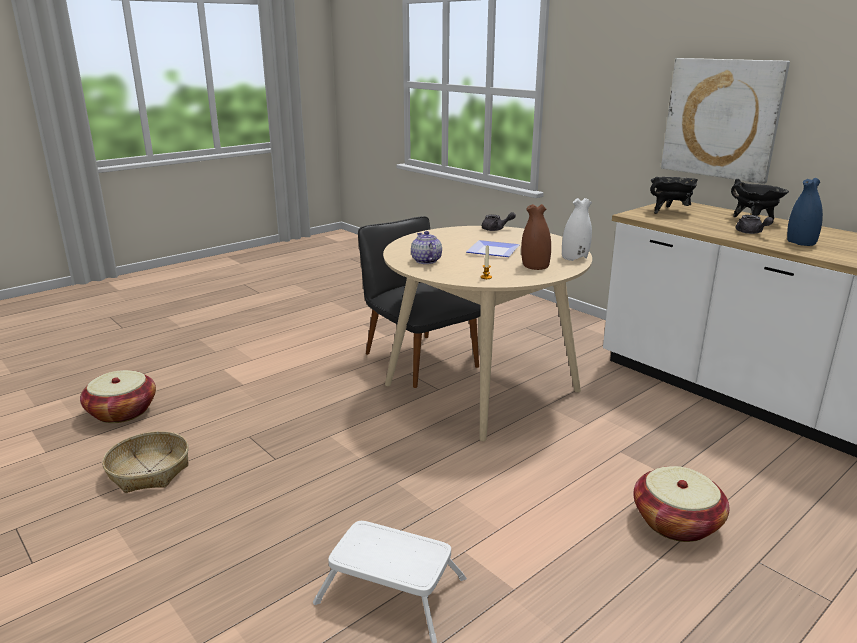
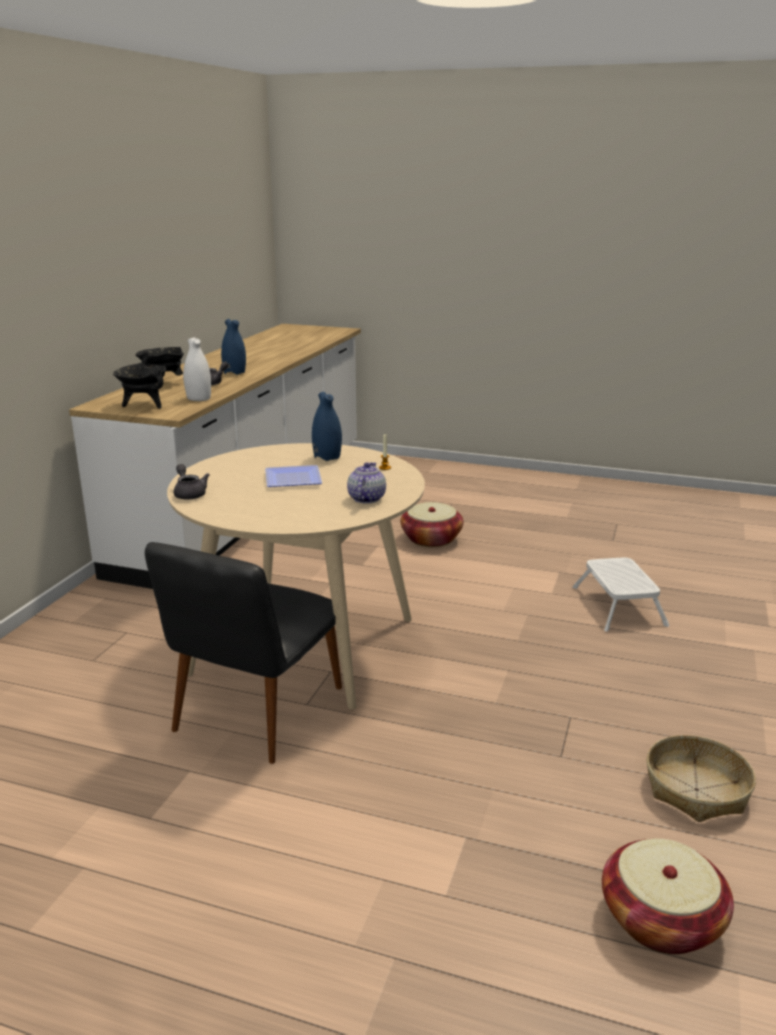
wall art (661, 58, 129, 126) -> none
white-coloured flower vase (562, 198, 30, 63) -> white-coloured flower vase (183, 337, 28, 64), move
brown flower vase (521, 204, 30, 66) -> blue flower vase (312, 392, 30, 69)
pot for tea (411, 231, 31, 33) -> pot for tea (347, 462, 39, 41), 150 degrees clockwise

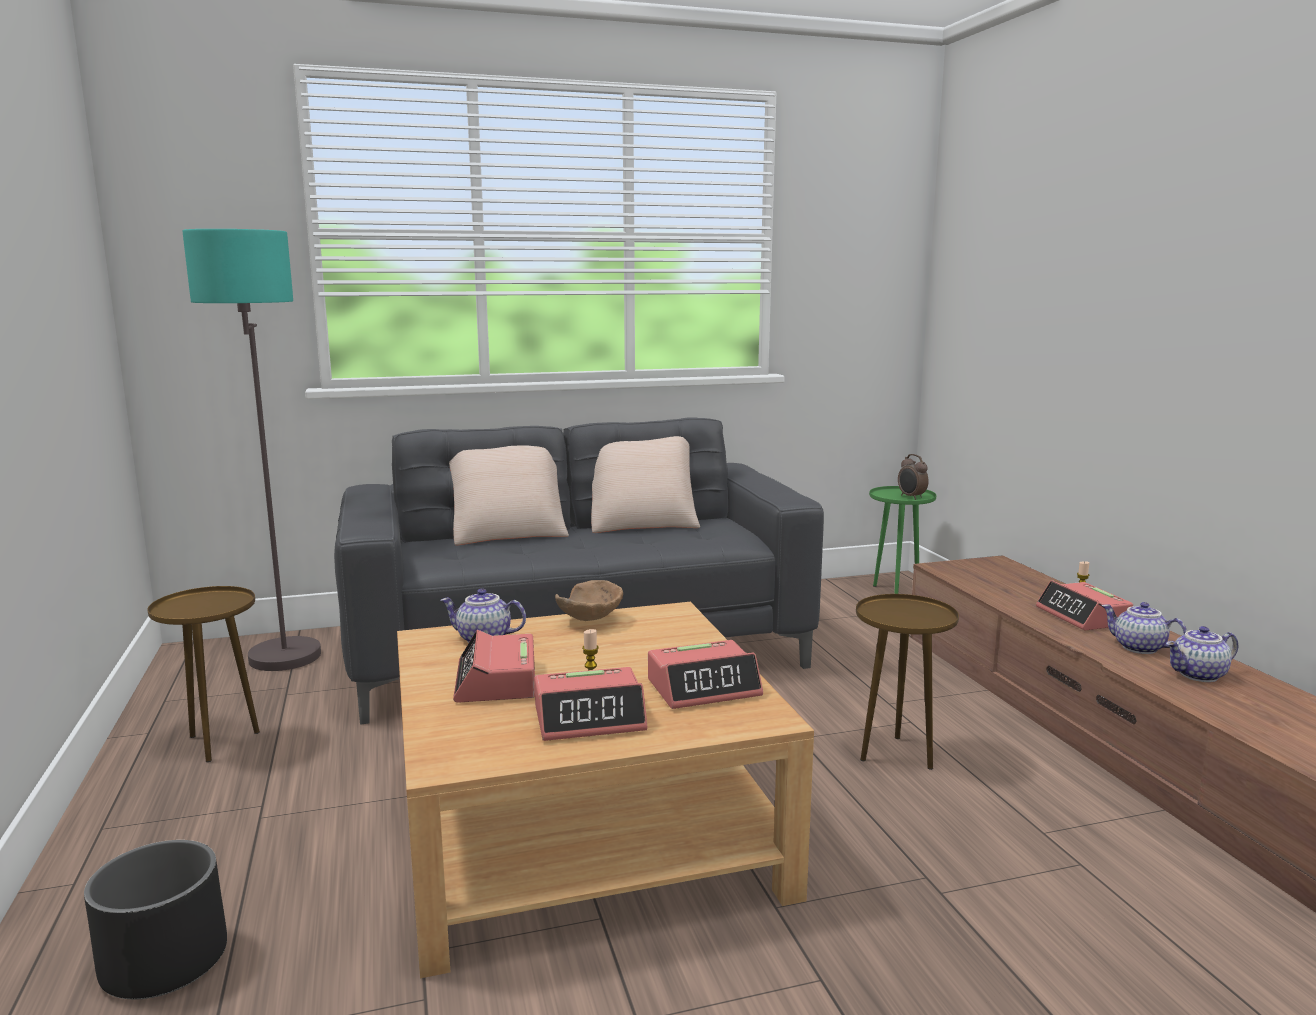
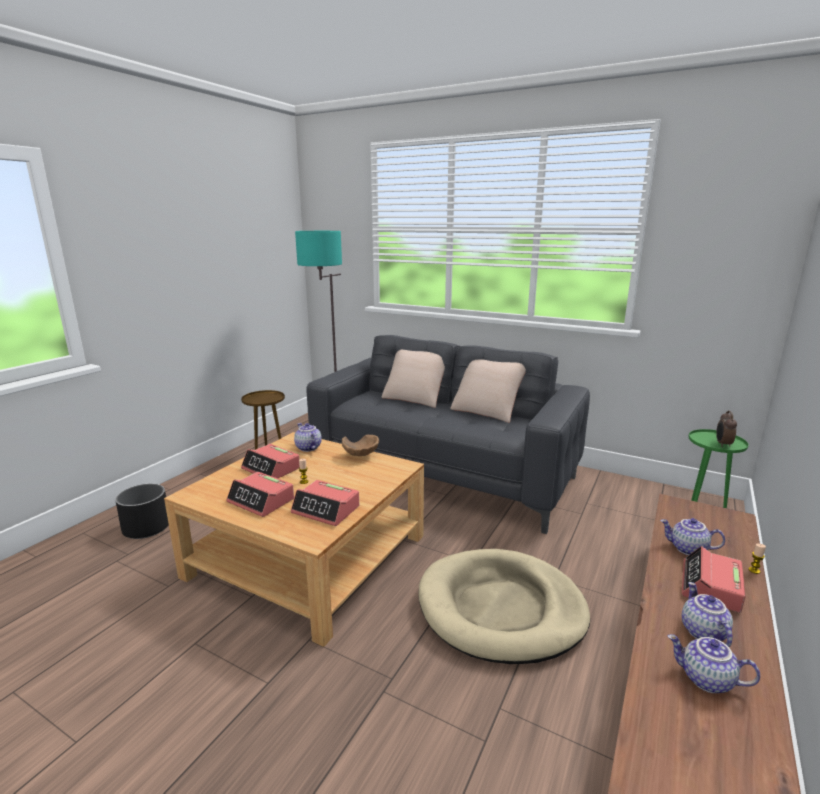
none -> pot for tea (660, 518, 65, 37)
brown end table (856, 594, 103, 176) -> beige dog cushion (418, 549, 172, 115)
table clock (453, 630, 82, 72) -> table clock (241, 444, 59, 34), 90 degrees counterclockwise

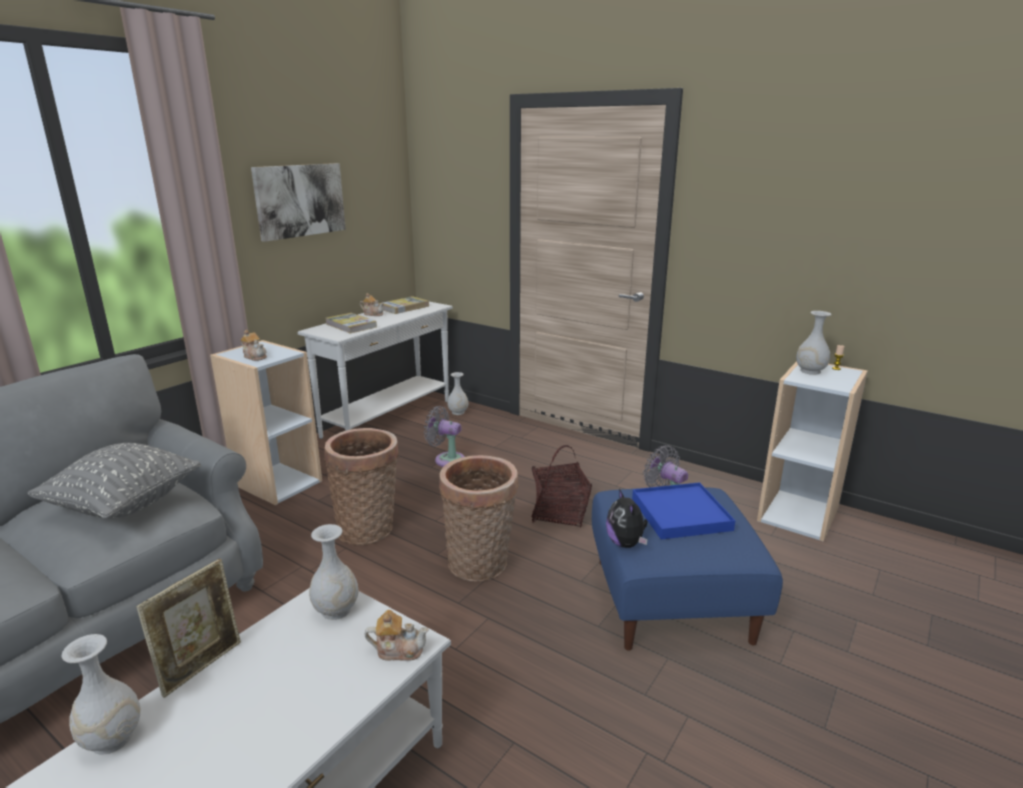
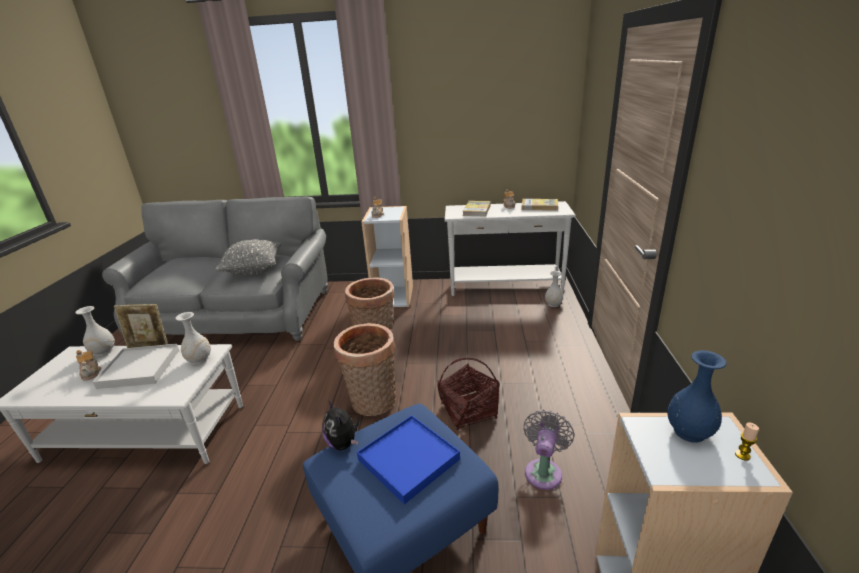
wall art (251, 163, 95, 79) -> none
greyish fan (424, 406, 41, 61) -> none
none -> white-coloured carrying tray (93, 344, 86, 45)
pot for tea (365, 610, 64, 51) -> pot for tea (76, 350, 25, 31), move
white-coloured flower vase (796, 311, 35, 64) -> blue flower vase (668, 350, 59, 93)
soft toy (606, 489, 42, 59) -> soft toy (322, 401, 38, 49), 75 degrees counterclockwise

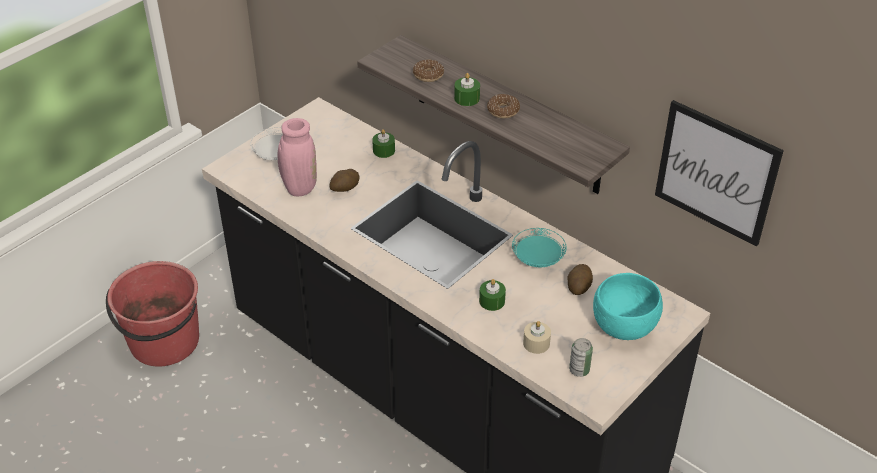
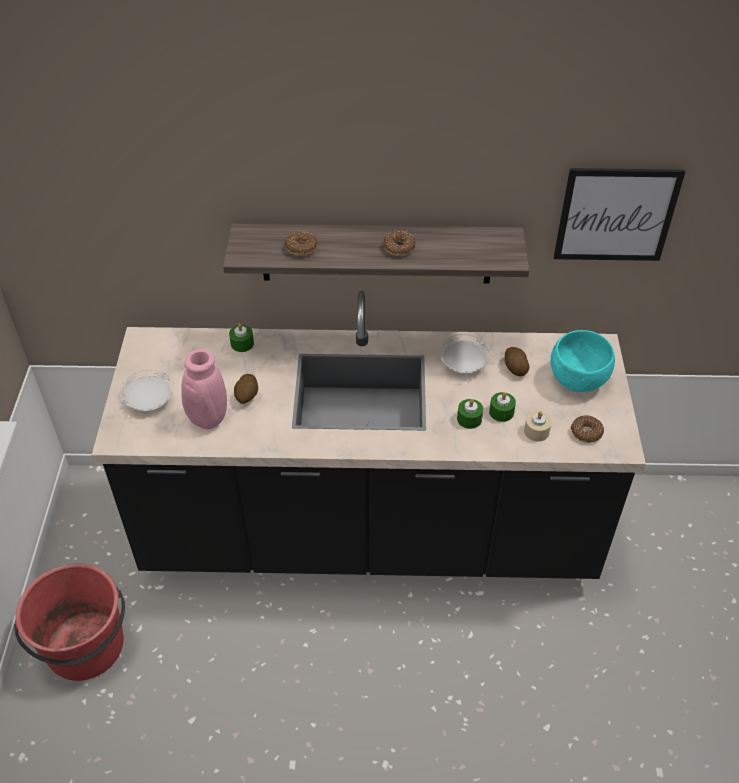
greenish wax light (454, 73, 26, 33) -> greenish wax light (489, 392, 27, 30), move
metal can (569, 338, 24, 39) -> donut (571, 415, 33, 28)
blue-green plate (512, 228, 55, 39) -> white-coloured plate (439, 334, 52, 39)

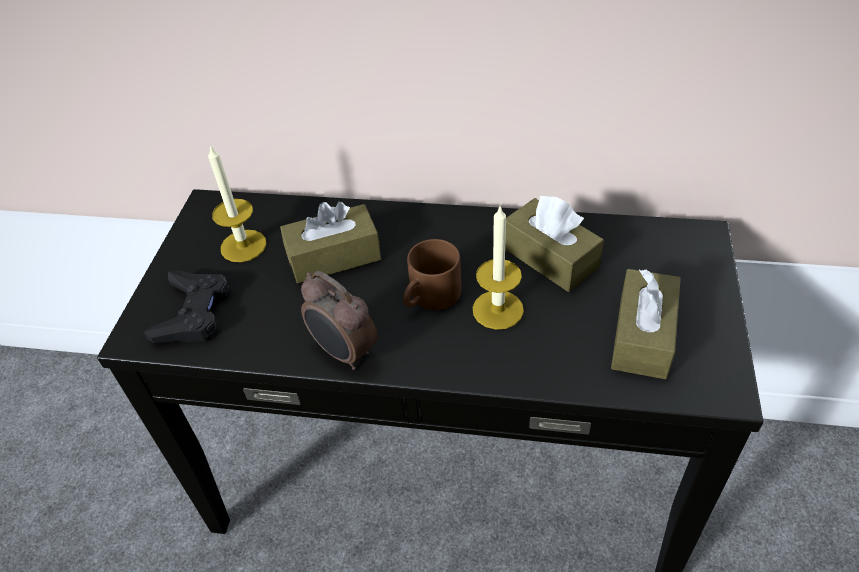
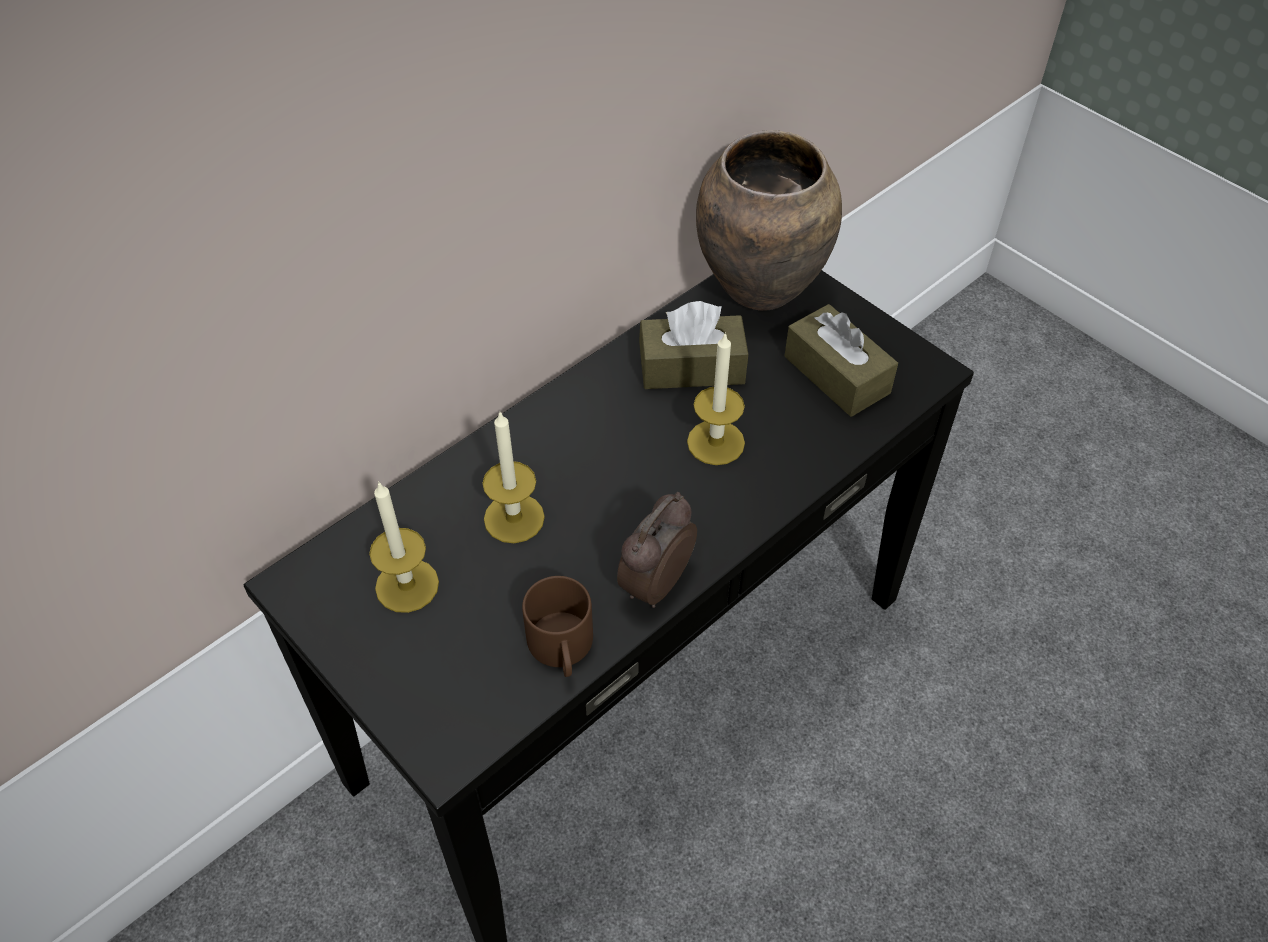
black-coloured gamepad (144, 270, 85, 73) -> none
none -> brown flower vase (696, 130, 146, 181)
brown coffee mug (403, 239, 58, 71) -> brown coffee mug (522, 576, 71, 101), move
brown box of tissues (280, 202, 101, 81) -> wax light (482, 410, 63, 133)
table clock (301, 271, 77, 99) -> table clock (617, 492, 80, 116), 135 degrees clockwise

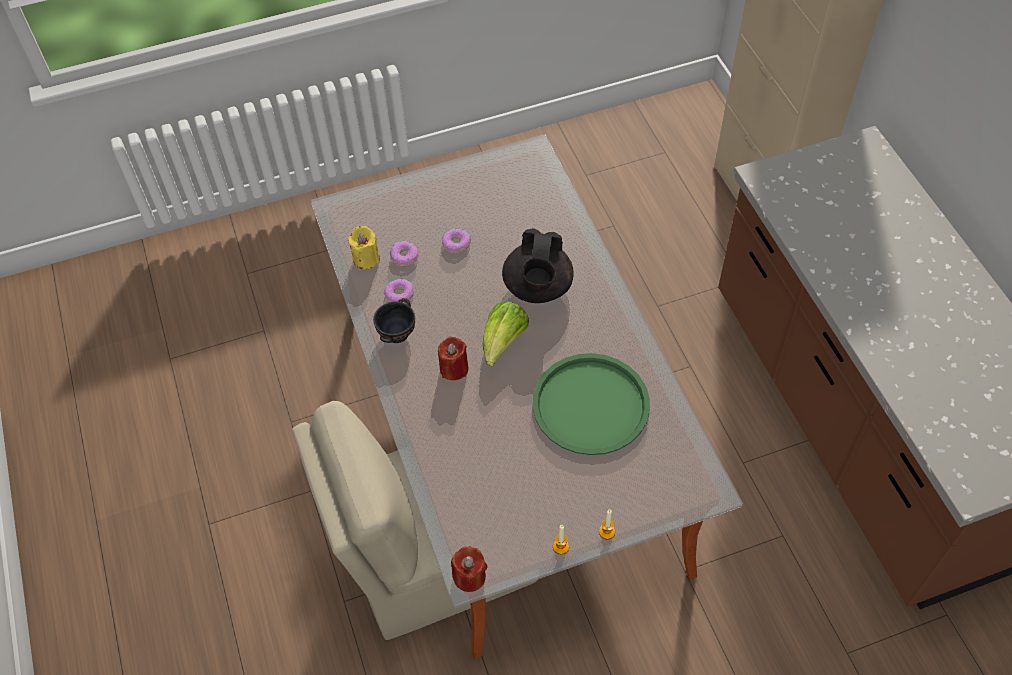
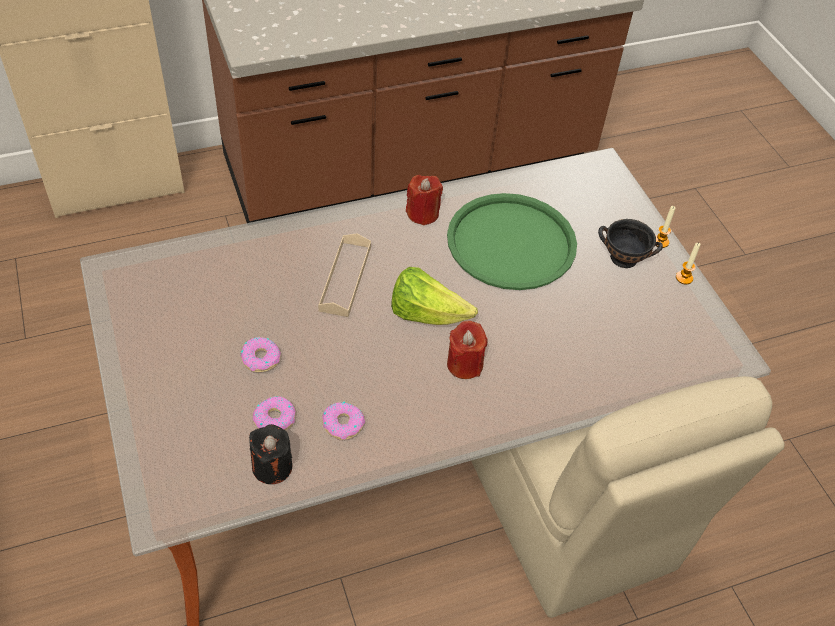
black-coloured serving bowl (373, 298, 42, 45) -> black-coloured serving bowl (598, 219, 65, 49), move
red-coloured wax light (451, 547, 37, 45) -> red-coloured wax light (406, 175, 37, 50), move
black-coloured pot for tea (502, 228, 72, 75) -> beige carrying tray (318, 233, 53, 84)
yellowish wax light (348, 226, 32, 43) -> black-coloured wax light (249, 424, 43, 60)

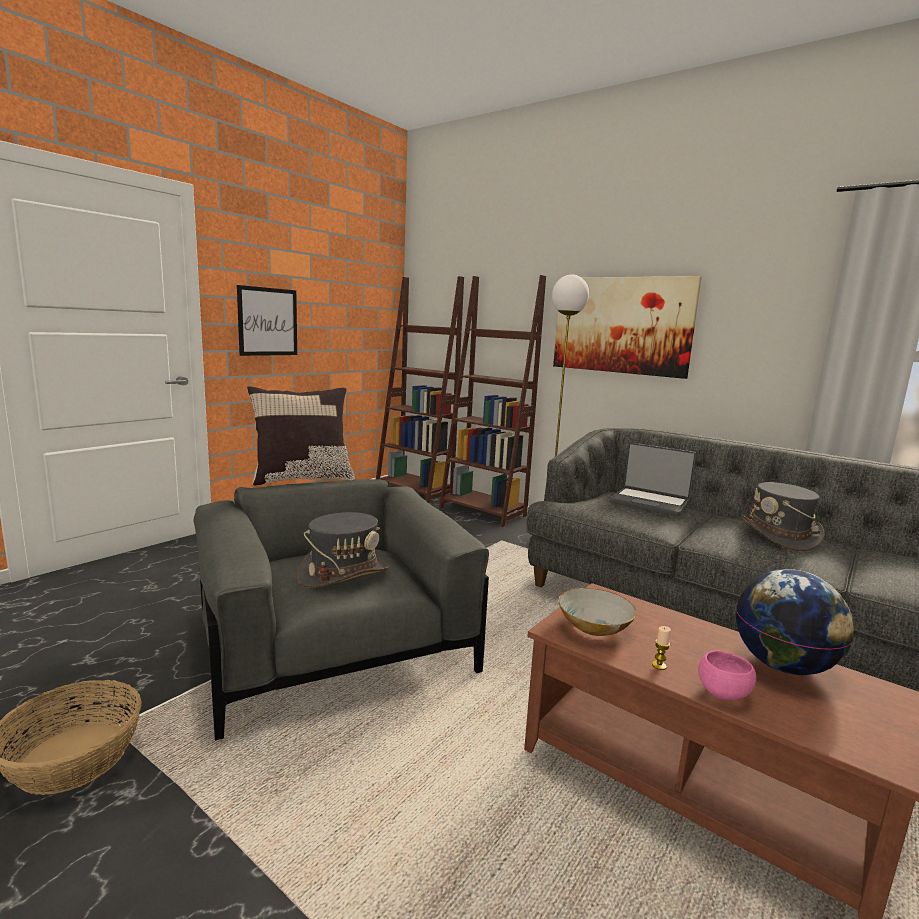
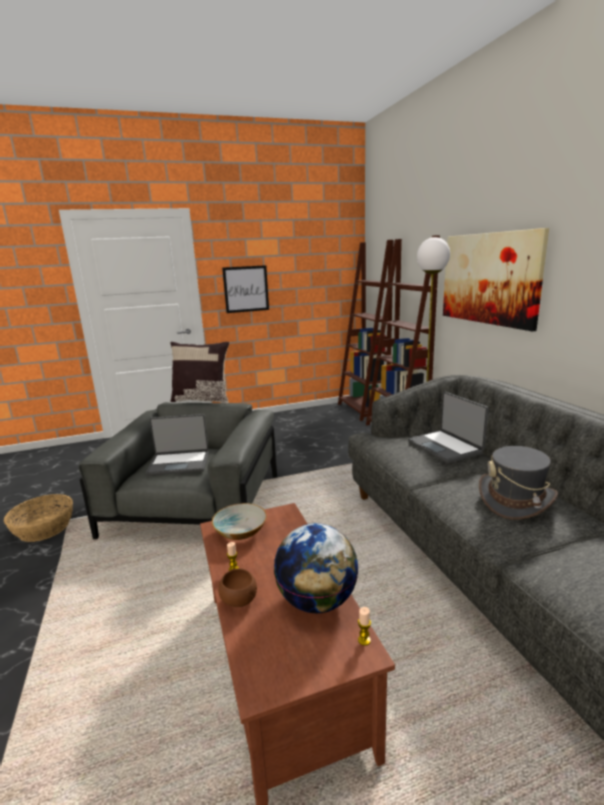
none -> wax light (358, 607, 13, 39)
greyish clothing hat (296, 512, 93, 76) -> portable computer (146, 414, 63, 62)
pinkish serving bowl (698, 650, 58, 50) -> brown serving bowl (218, 568, 39, 39)

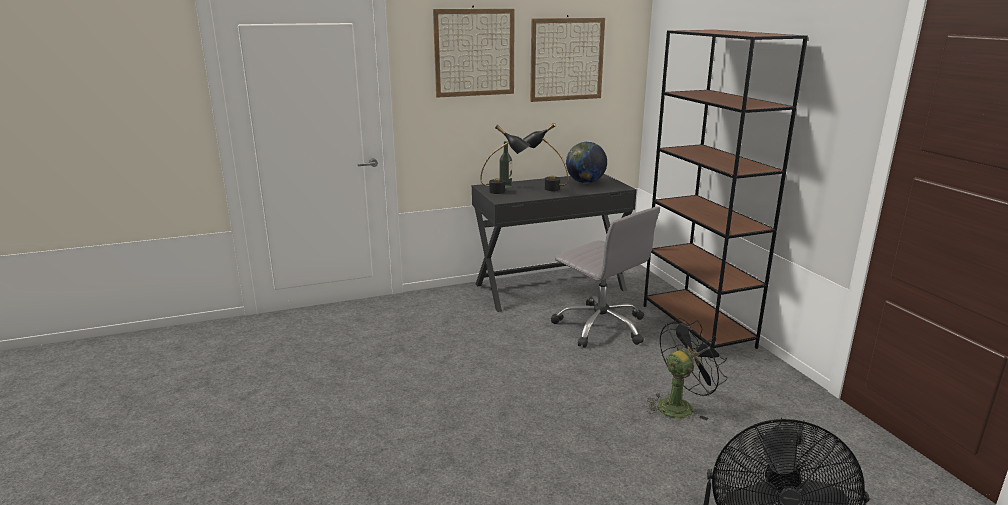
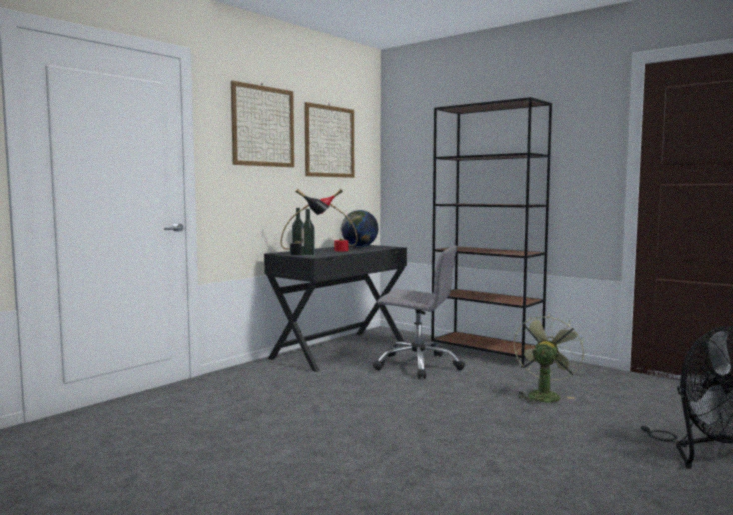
none -> drink bottle (301, 209, 14, 48)
black-coloured table lamp (523, 123, 46, 68) -> red-coloured table lamp (320, 189, 37, 63)
black-coloured fan (647, 318, 81, 102) -> greenish fan (514, 313, 70, 91)

